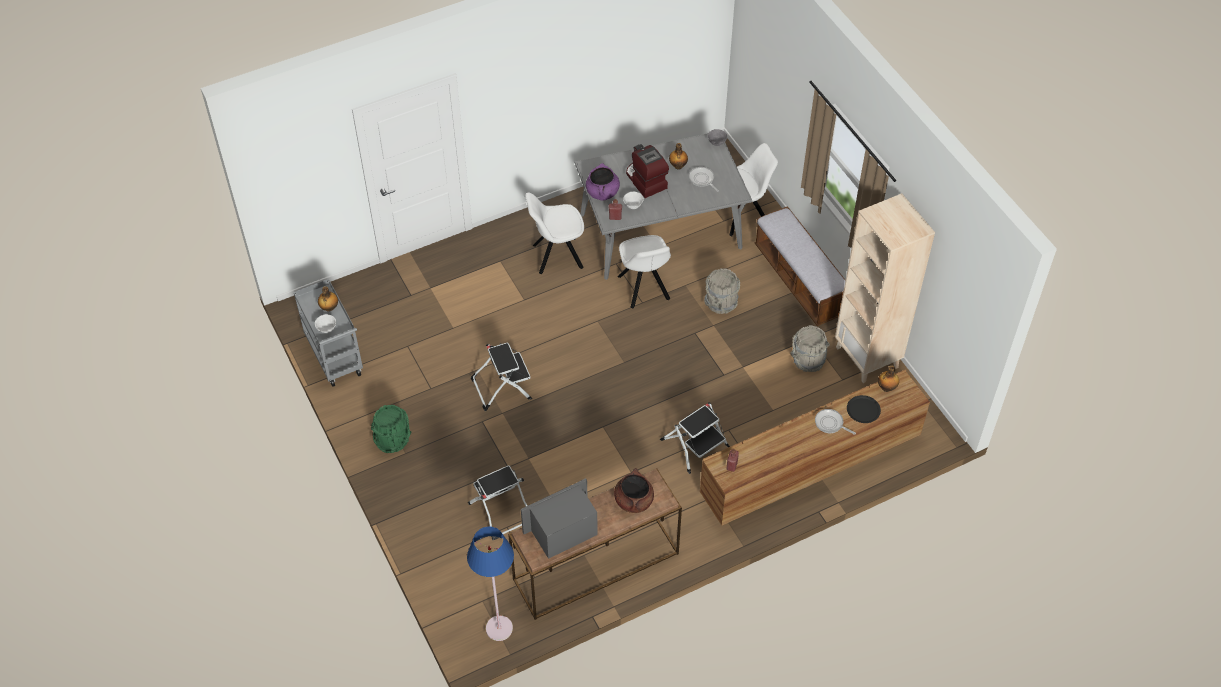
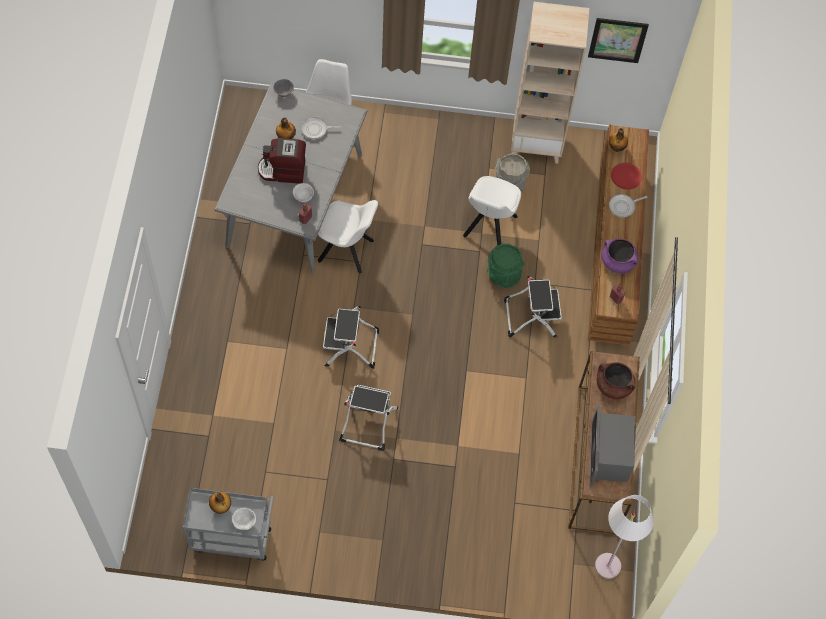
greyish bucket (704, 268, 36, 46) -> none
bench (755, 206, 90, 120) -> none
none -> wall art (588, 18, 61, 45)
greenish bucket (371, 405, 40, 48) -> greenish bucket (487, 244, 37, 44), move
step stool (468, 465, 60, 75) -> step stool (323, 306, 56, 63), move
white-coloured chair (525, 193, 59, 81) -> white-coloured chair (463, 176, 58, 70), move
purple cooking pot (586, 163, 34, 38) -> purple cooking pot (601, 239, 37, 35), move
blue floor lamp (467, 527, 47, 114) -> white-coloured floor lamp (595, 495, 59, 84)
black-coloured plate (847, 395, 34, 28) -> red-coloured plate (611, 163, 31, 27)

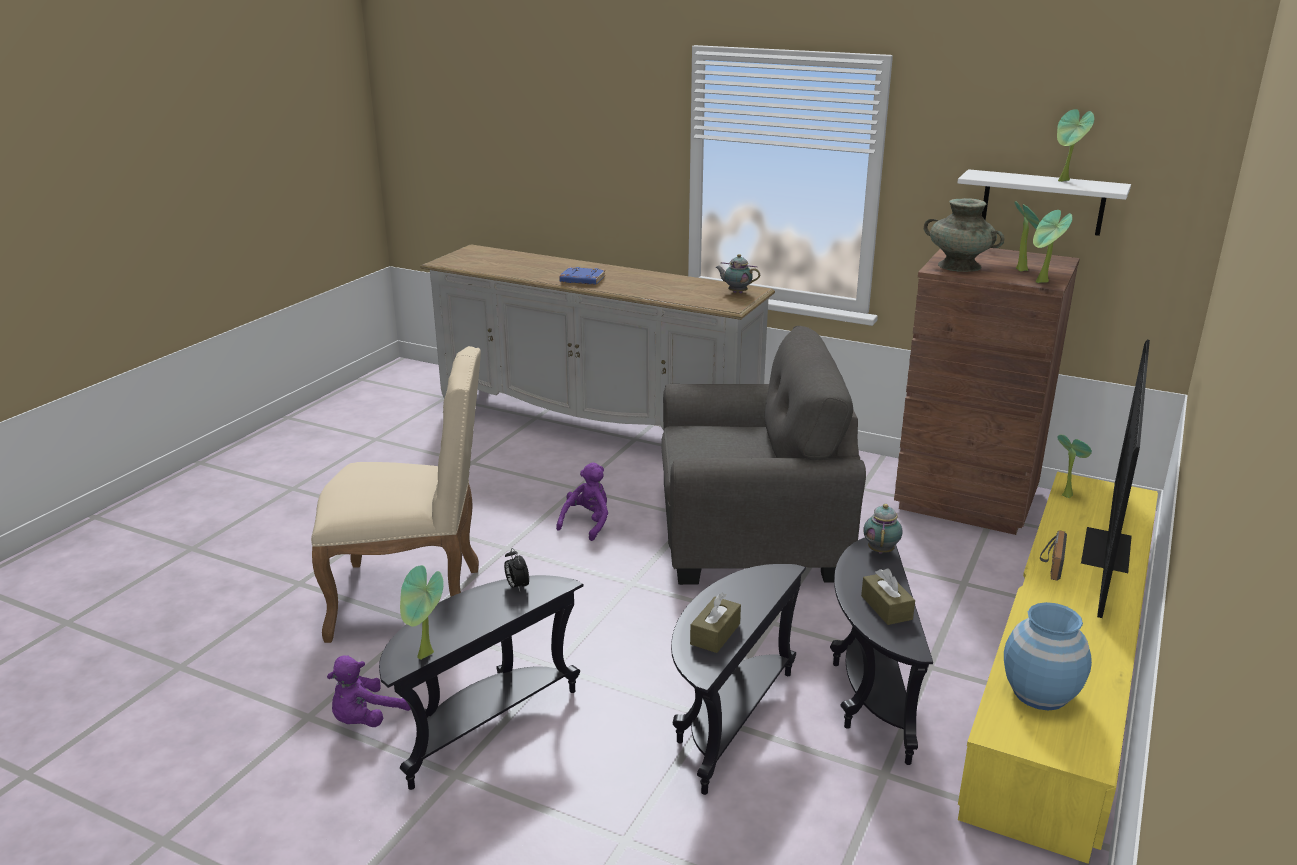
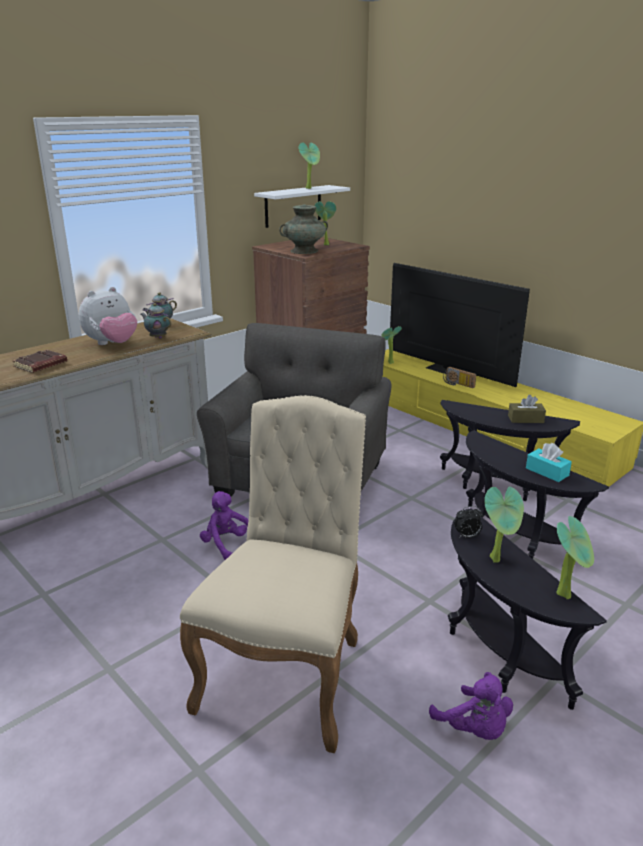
blue flower vase (1004, 602, 88, 109) -> none
none -> soft toy (79, 287, 58, 58)
pot for tea (863, 504, 40, 50) -> pot for tea (141, 303, 31, 36), move
potted plant (1033, 210, 40, 73) -> potted plant (484, 486, 40, 77), move
blue volume (559, 267, 46, 18) -> brown volume (12, 350, 55, 23)
brown box of tissues (690, 593, 51, 60) -> blue-green box of tissues (526, 443, 46, 39)

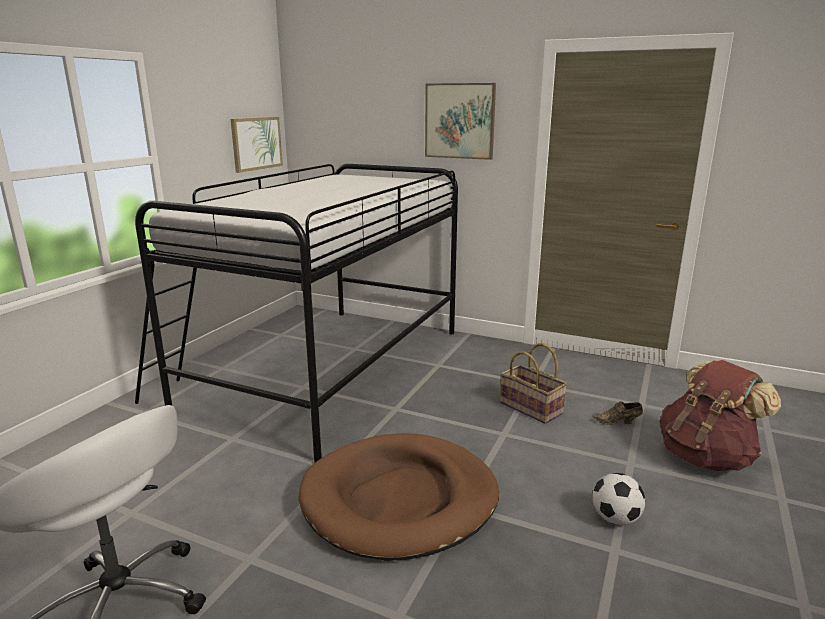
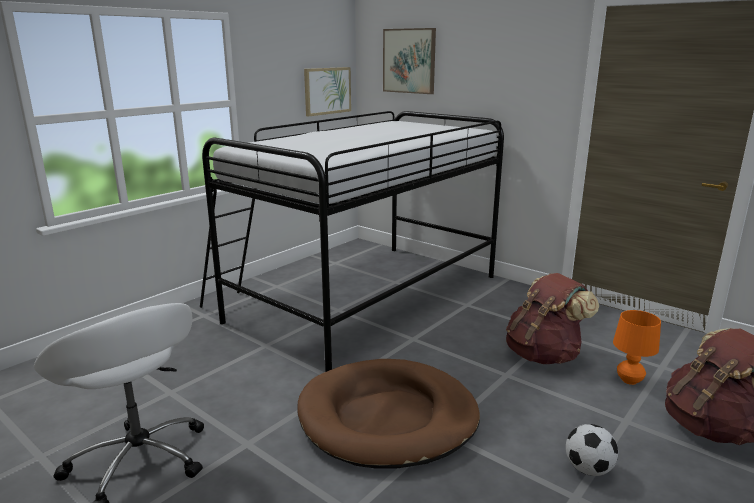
wall art (425, 83, 71, 77) -> wall art (383, 28, 53, 66), move
household basket (500, 343, 67, 81) -> brown rucksack (506, 273, 93, 91)
brown item of footwear (593, 401, 50, 24) -> orange-coloured table lamp (613, 310, 48, 75)

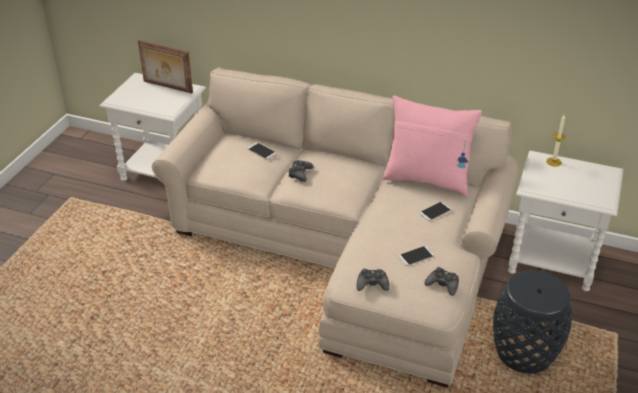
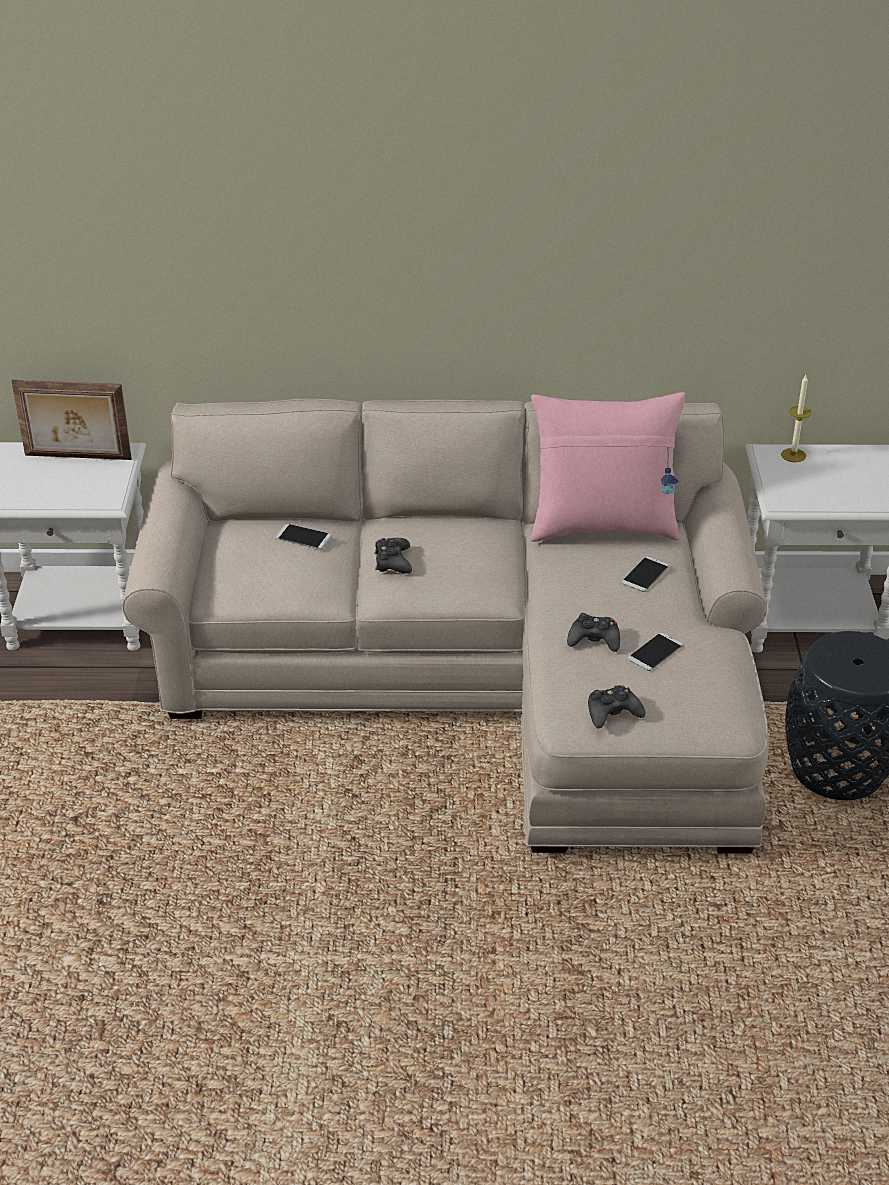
black-coloured gamepad (424, 267, 35, 29) -> black-coloured gamepad (567, 613, 53, 39), move

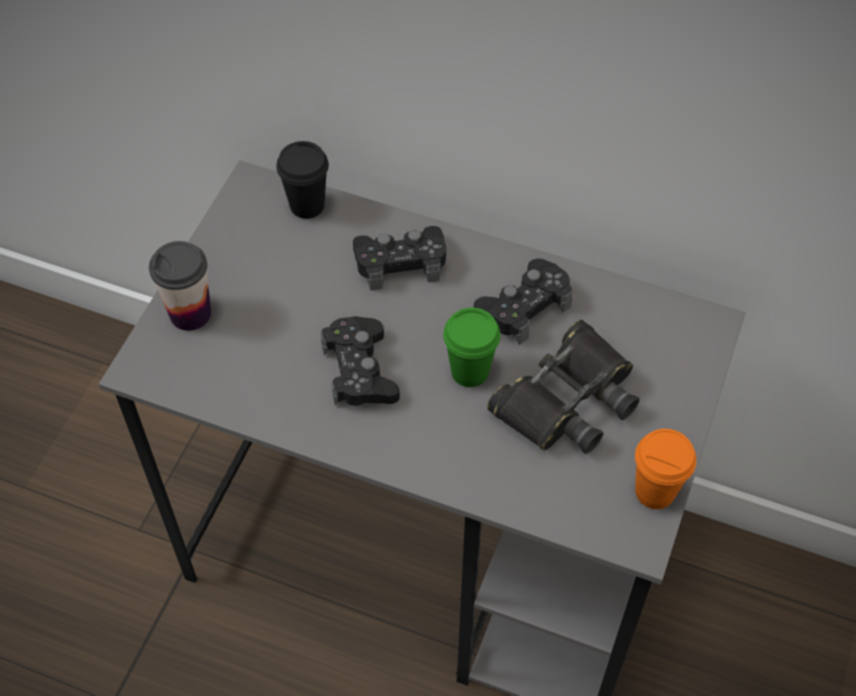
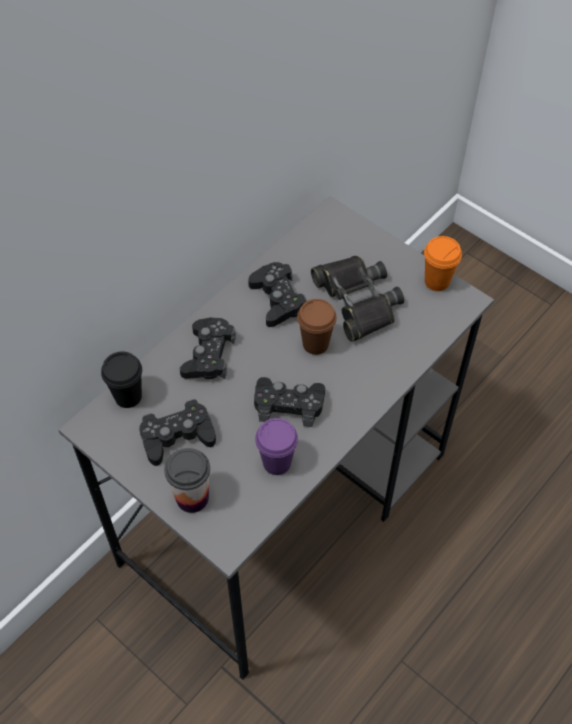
none -> black-coloured gamepad (139, 399, 77, 67)
none -> purple small cup (255, 418, 43, 57)
greenish small cup (443, 307, 57, 80) -> brown small cup (297, 299, 40, 56)

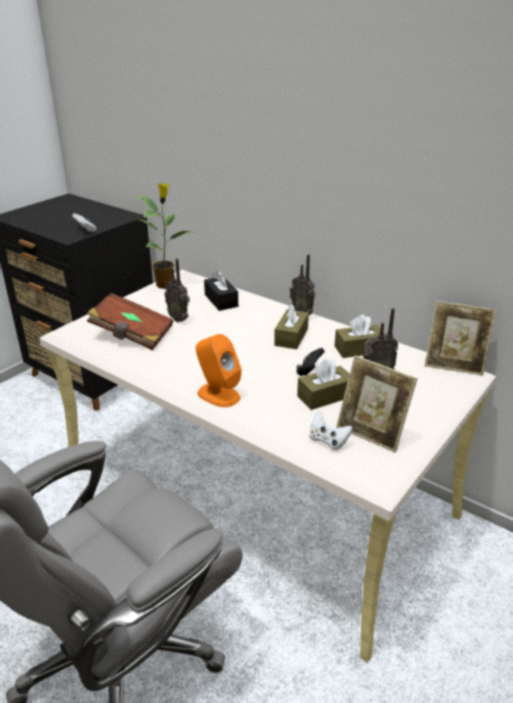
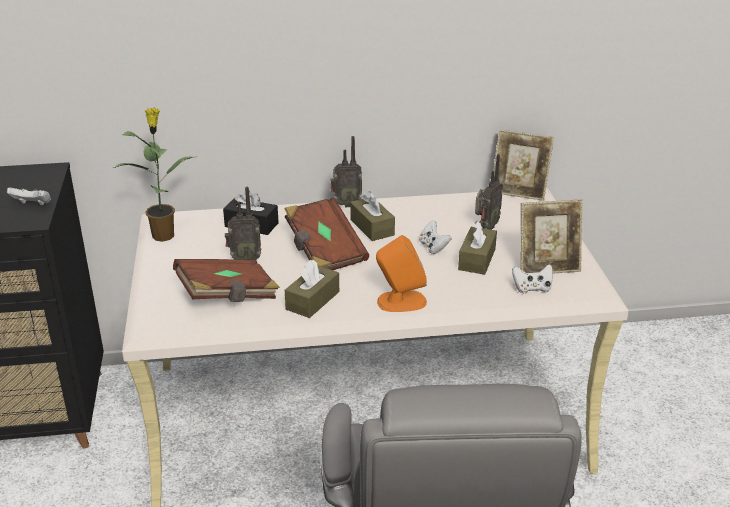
none -> brown volume (285, 197, 84, 73)
brown box of tissues (335, 314, 51, 44) -> brown box of tissues (285, 260, 54, 58), move
black-coloured gamepad (296, 348, 29, 28) -> white-coloured gamepad (419, 220, 33, 34)
standing frame (425, 301, 71, 75) -> standing frame (493, 129, 61, 72), 45 degrees clockwise

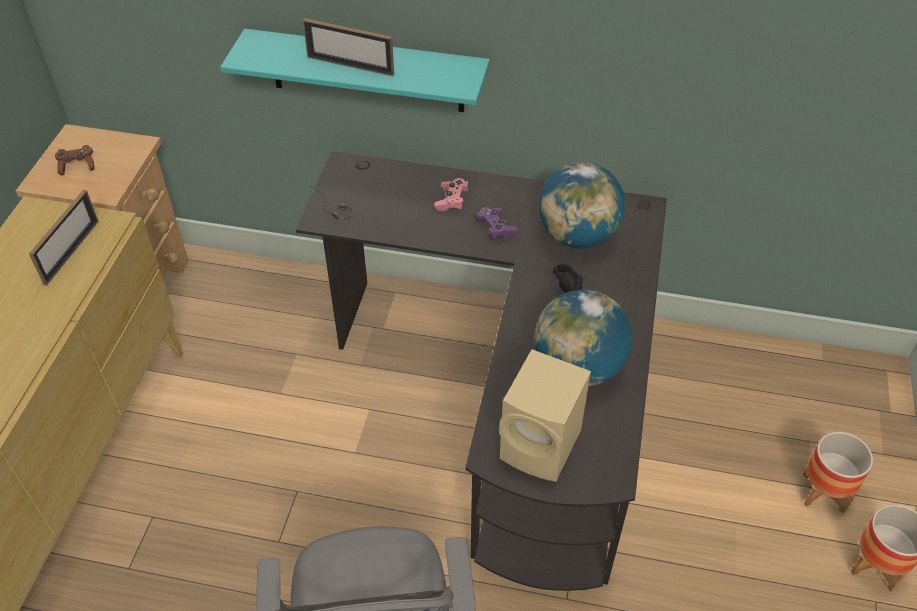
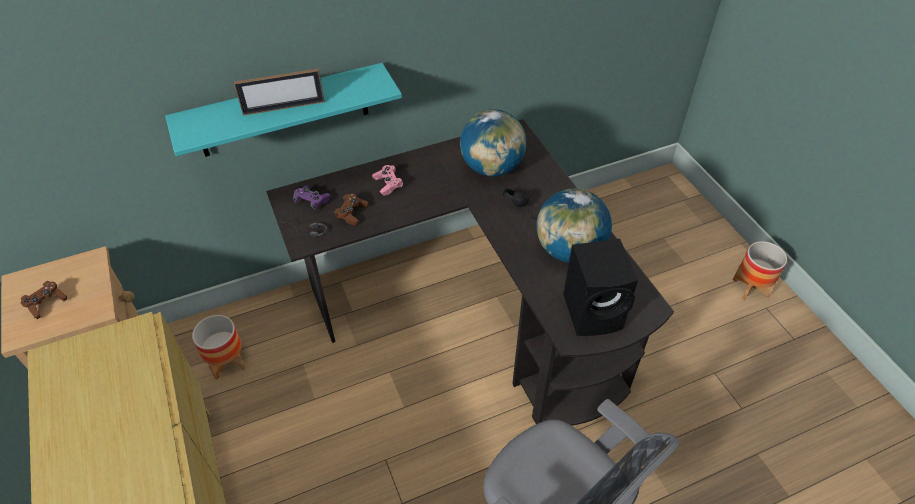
standing frame (29, 190, 70, 96) -> none
none -> brown gamepad (334, 193, 34, 33)
purple gamepad (476, 207, 42, 32) -> purple gamepad (293, 185, 37, 25), move
planter (803, 432, 70, 81) -> planter (192, 315, 54, 64), move
beige speaker (499, 349, 92, 133) -> black-coloured speaker (563, 239, 75, 97)

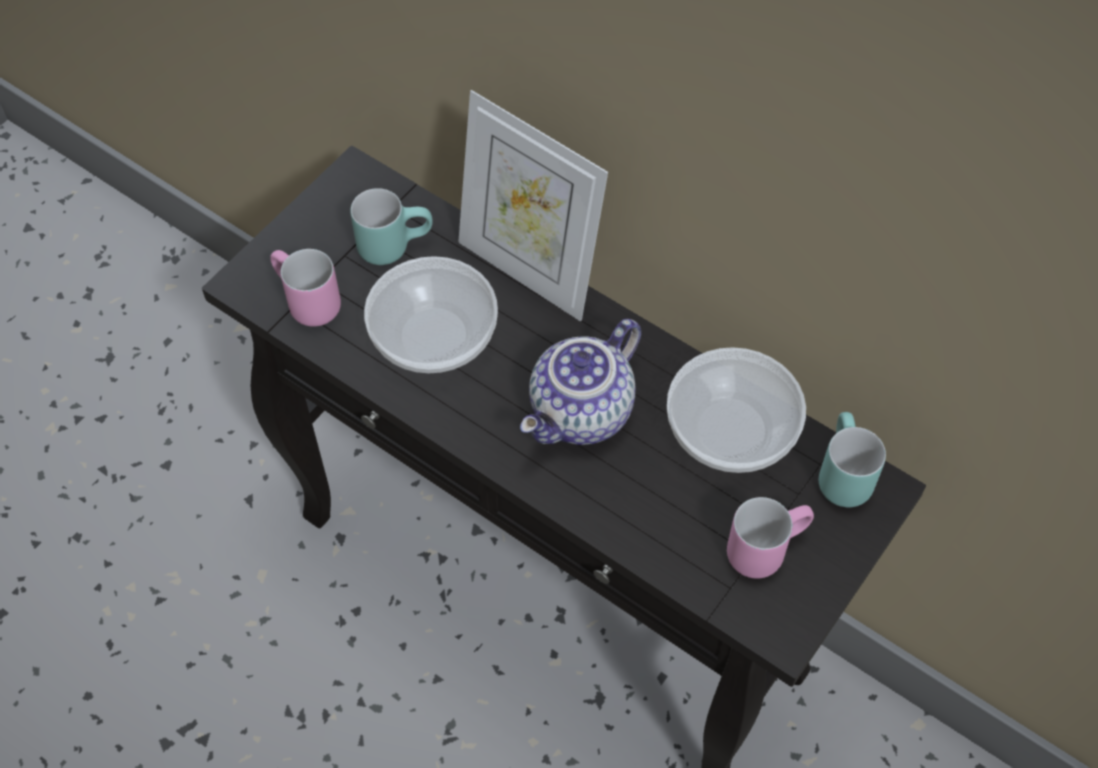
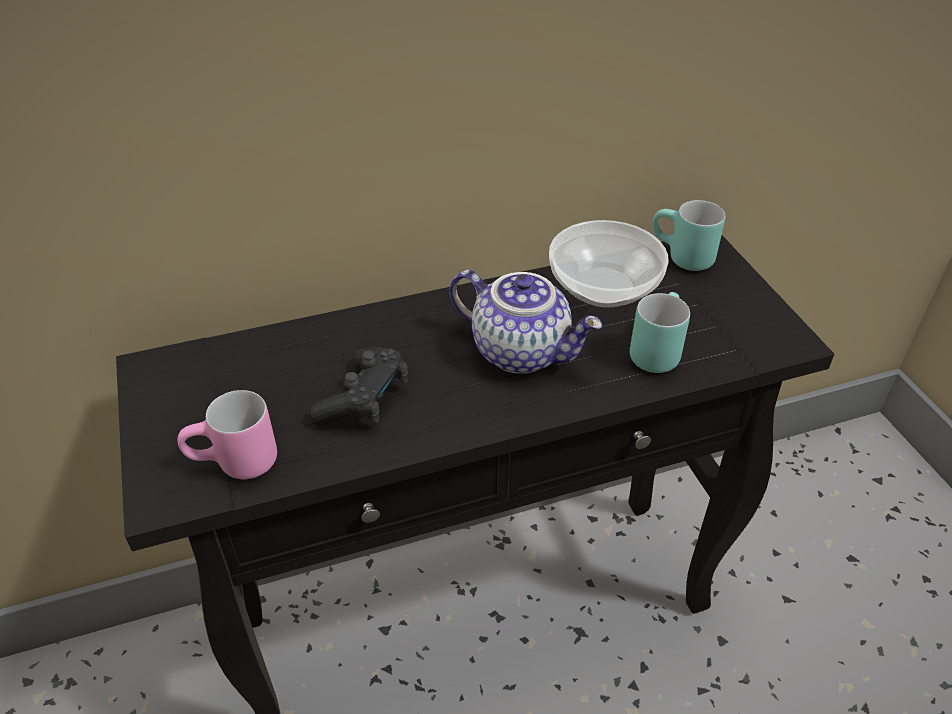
standing frame (458, 90, 150, 232) -> none
pinkish coffee mug (727, 497, 87, 82) -> none
blue-green coffee mug (350, 188, 83, 77) -> blue-green coffee mug (630, 292, 60, 81), move
serving bowl (364, 256, 134, 117) -> black-coloured gamepad (310, 347, 98, 79)
pot for tea (520, 319, 121, 126) -> pot for tea (449, 270, 153, 104), 45 degrees counterclockwise

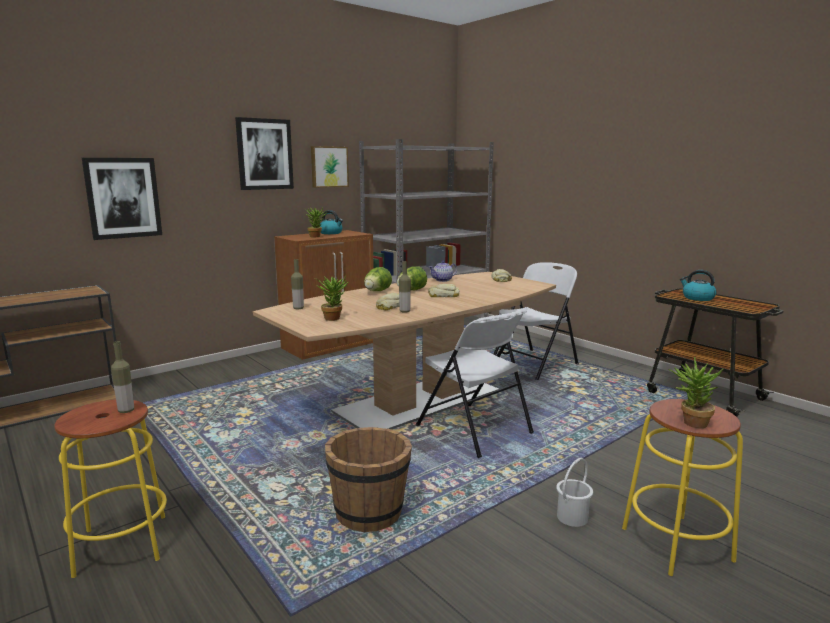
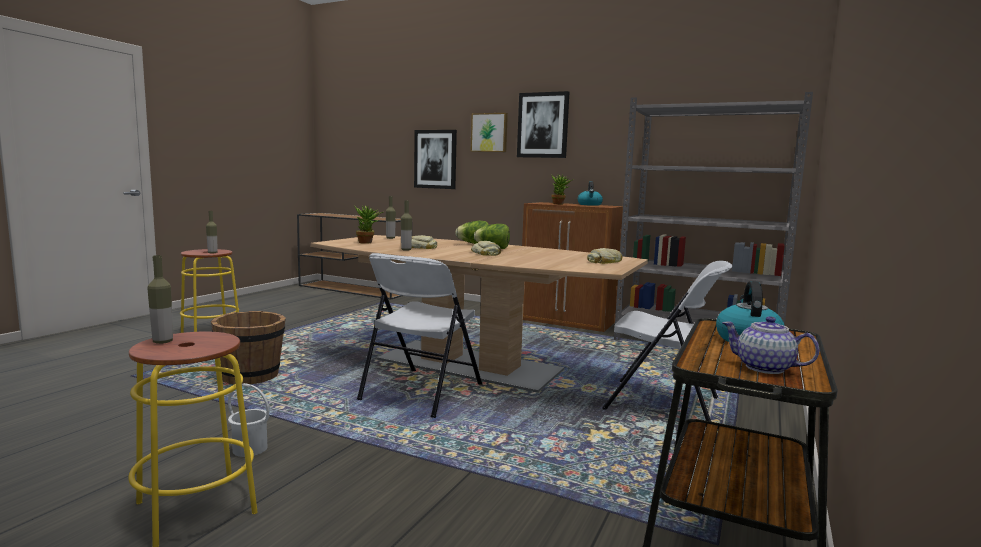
wall art (311, 146, 38, 42) -> wall art (471, 113, 37, 39), move
pot for tea (429, 261, 28, 21) -> pot for tea (722, 316, 98, 58), move
potted plant (669, 357, 54, 71) -> drink bottle (147, 255, 26, 89)

